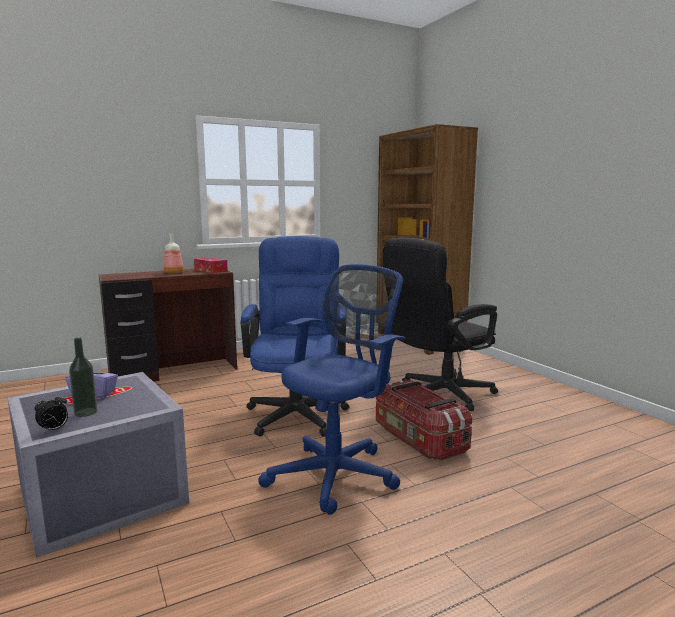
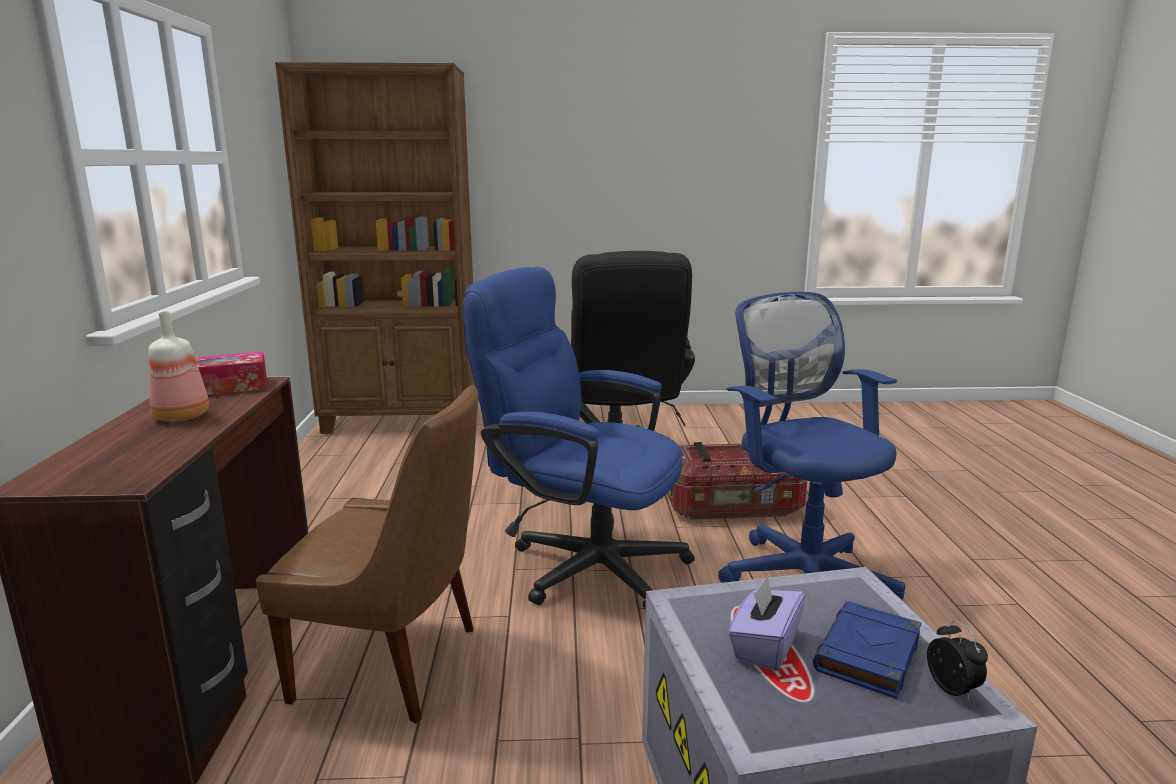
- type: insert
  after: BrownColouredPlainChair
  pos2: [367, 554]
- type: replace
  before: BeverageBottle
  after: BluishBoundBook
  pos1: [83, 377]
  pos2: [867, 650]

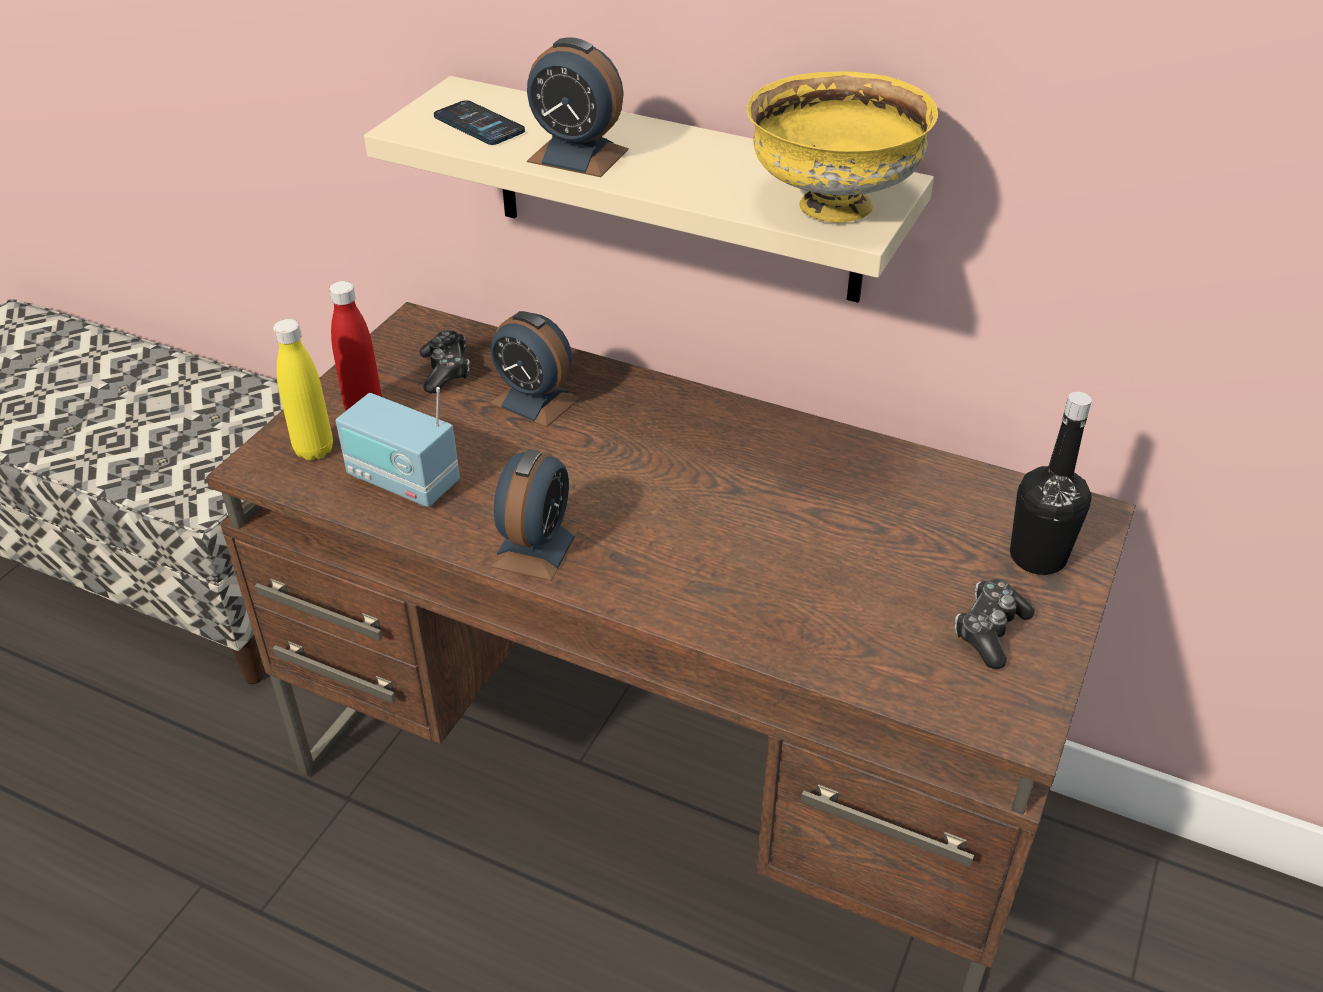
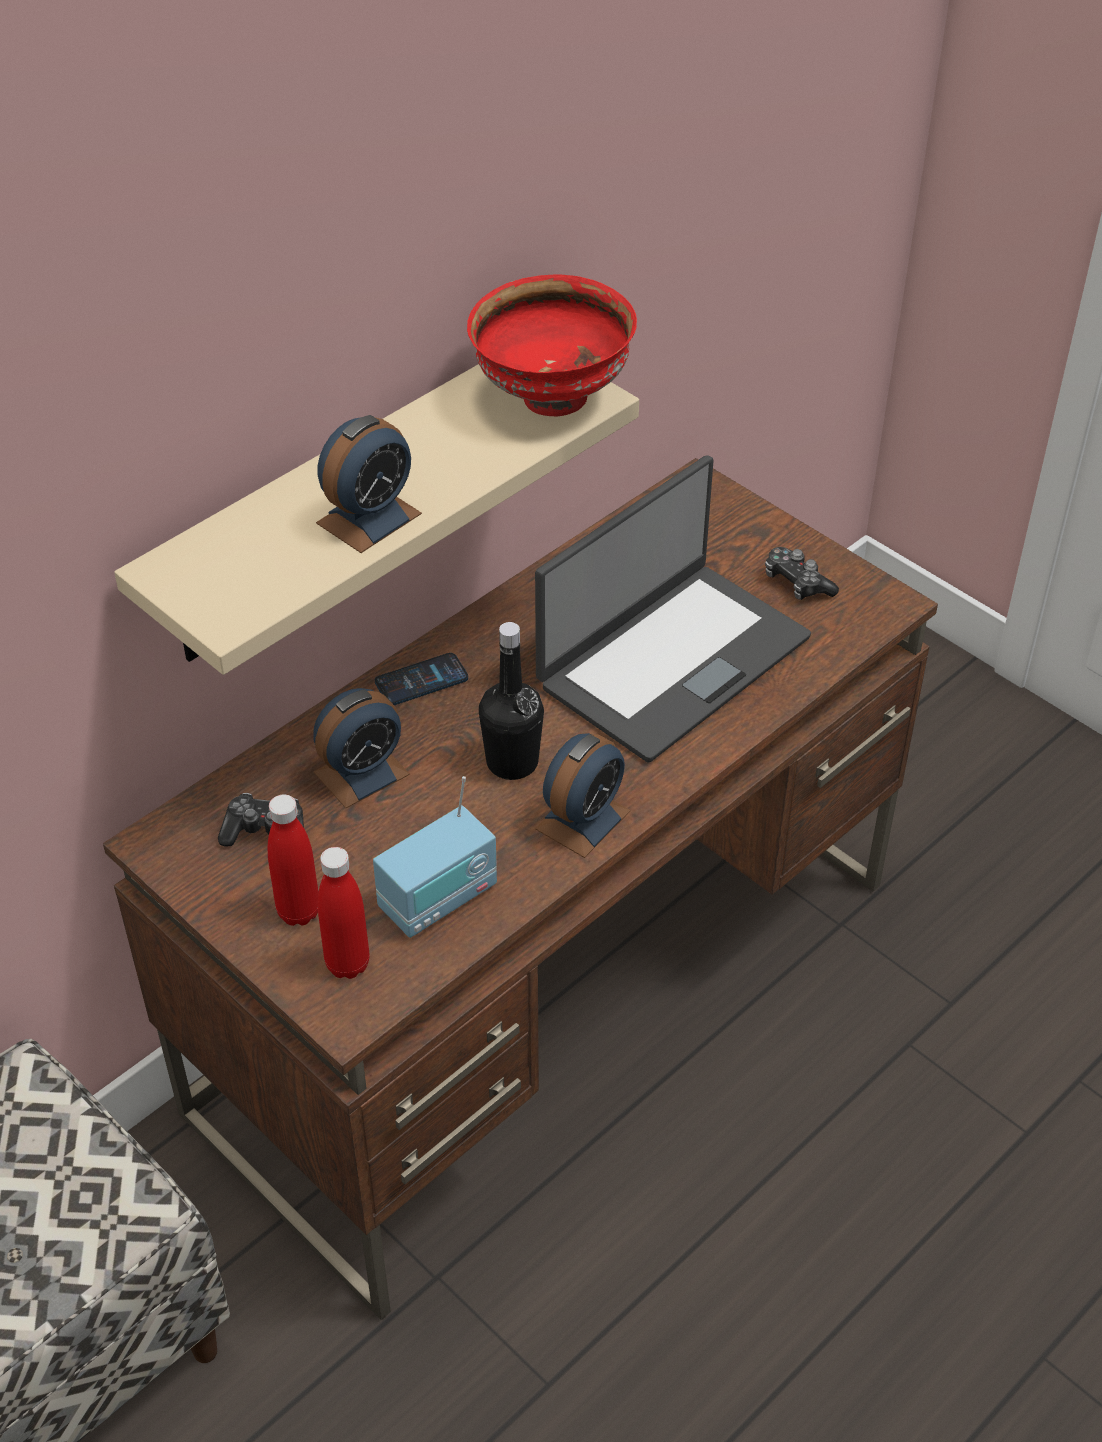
- type: insert
  after: NotebookComputer
  pos2: [673, 609]
- type: move
  before: Telephone
  pos1: [479, 122]
  pos2: [421, 679]
- type: move
  before: BlackBeverageBottle
  pos1: [1051, 483]
  pos2: [511, 701]
- type: recolor
  before: YellowishBeverageBottle
  after: ReddishBeverageBottle
  pos1: [303, 389]
  pos2: [343, 913]
- type: recolor
  before: YellowishBowl
  after: ReddishBowl
  pos1: [842, 146]
  pos2: [552, 345]
- type: rotate
  before: AlarmClock
  pos1: [535, 515]
  pos2: [583, 795]
  turn: 90

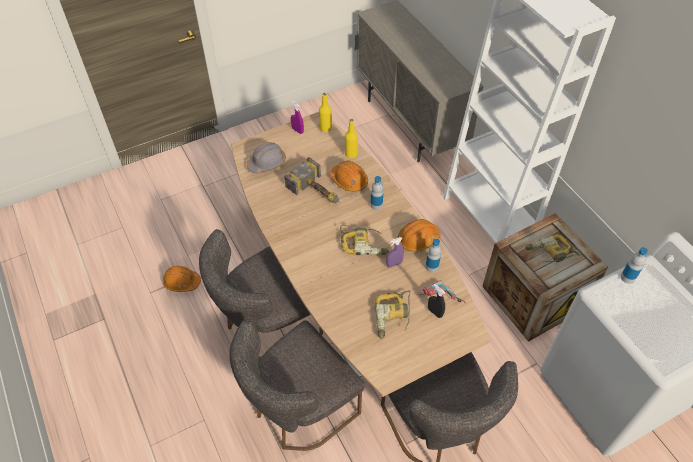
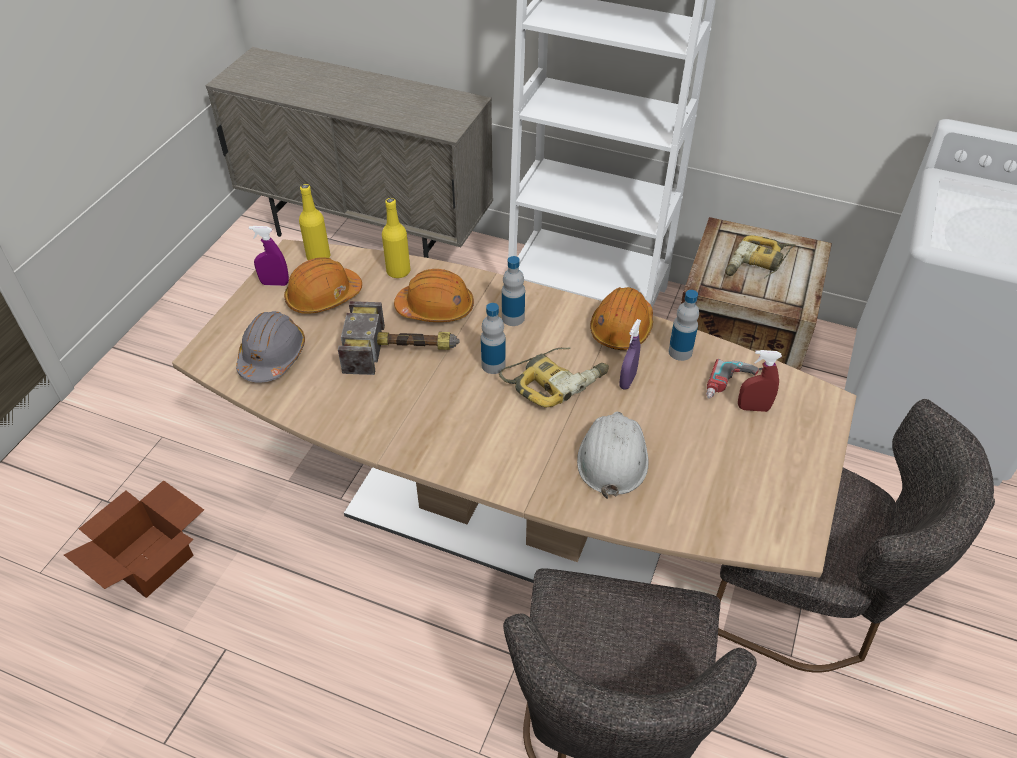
- type: delete
  before: GreyPlainChair
  pos1: [261, 294]
- type: delete
  before: PowerDrill
  pos1: [392, 314]
- type: insert
  after: Carton
  pos2: [134, 539]
- type: insert
  after: WhiteWorkHelmet
  pos2: [613, 455]
- type: move
  before: OrangeyWorkHelmet
  pos1: [182, 279]
  pos2: [323, 285]
- type: move
  before: BeverageBottle
  pos1: [634, 265]
  pos2: [493, 338]
- type: recolor
  before: BlackSprayer
  after: ReddishSprayer
  pos1: [436, 301]
  pos2: [760, 381]

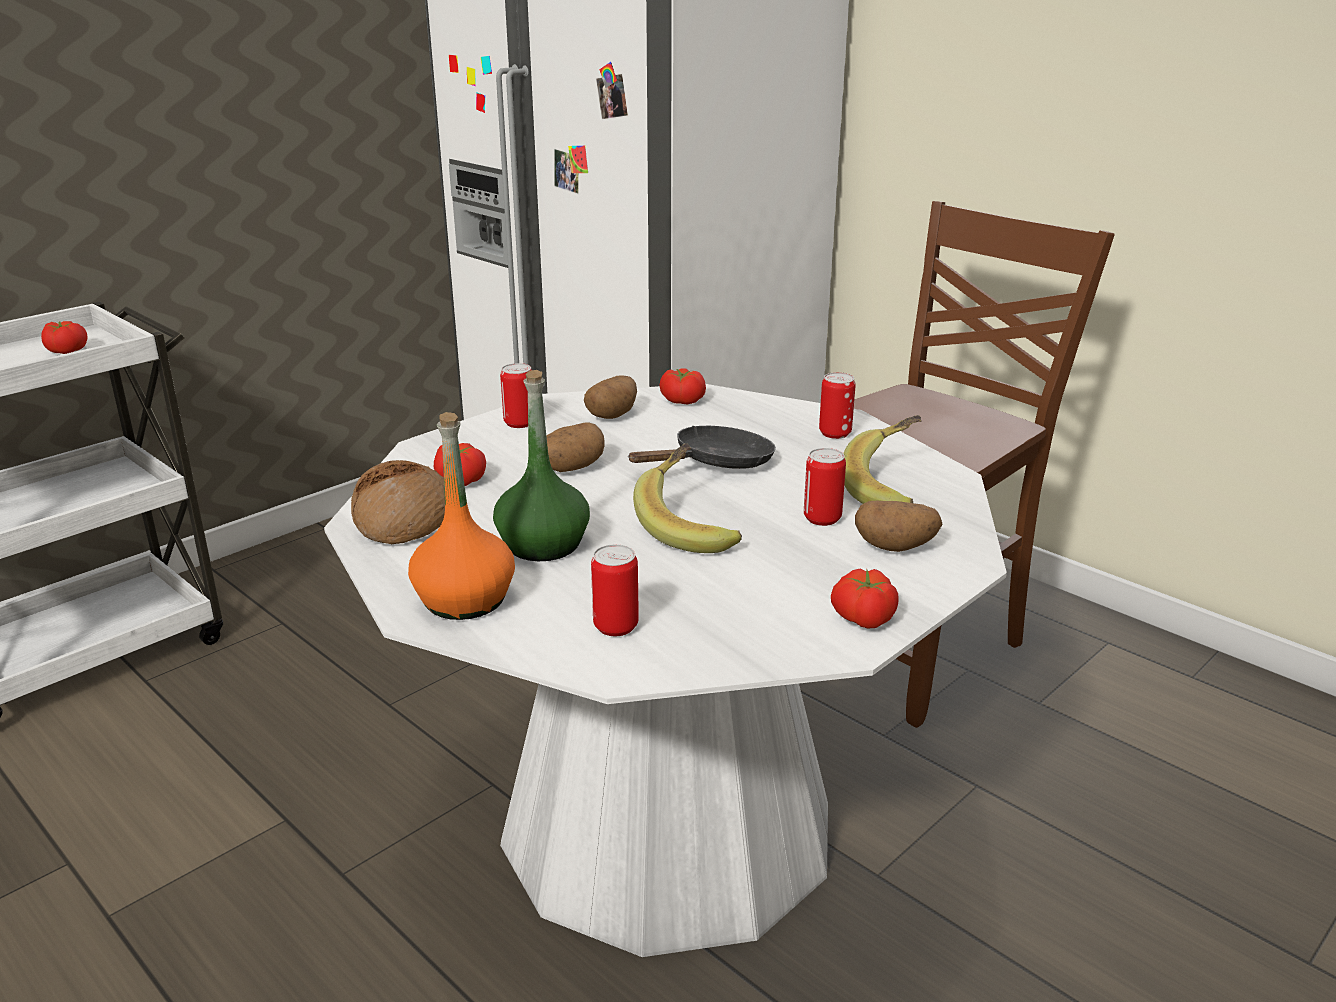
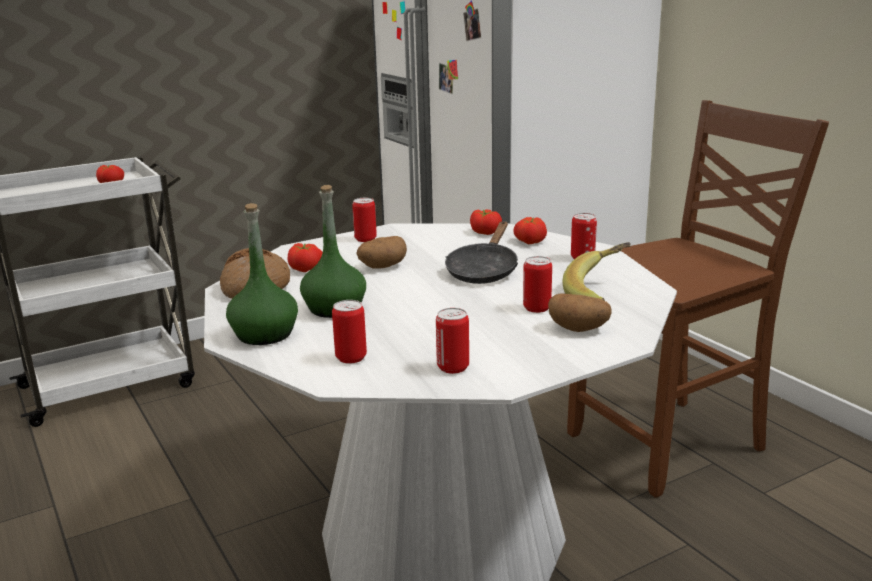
- type: delete
  before: WholePotato
  pos1: [610, 397]
- type: delete
  before: BananaFruit
  pos1: [687, 498]
- type: insert
  after: SealedCan
  pos2: [452, 341]
- type: move
  before: WholeTomato
  pos1: [865, 599]
  pos2: [530, 230]
- type: recolor
  before: OrangeyBeverageBottle
  after: GreenColouredBeverageBottle
  pos1: [461, 516]
  pos2: [262, 274]
- type: rotate
  before: BlackSkillet
  pos1: [702, 447]
  pos2: [481, 252]
  turn: 135

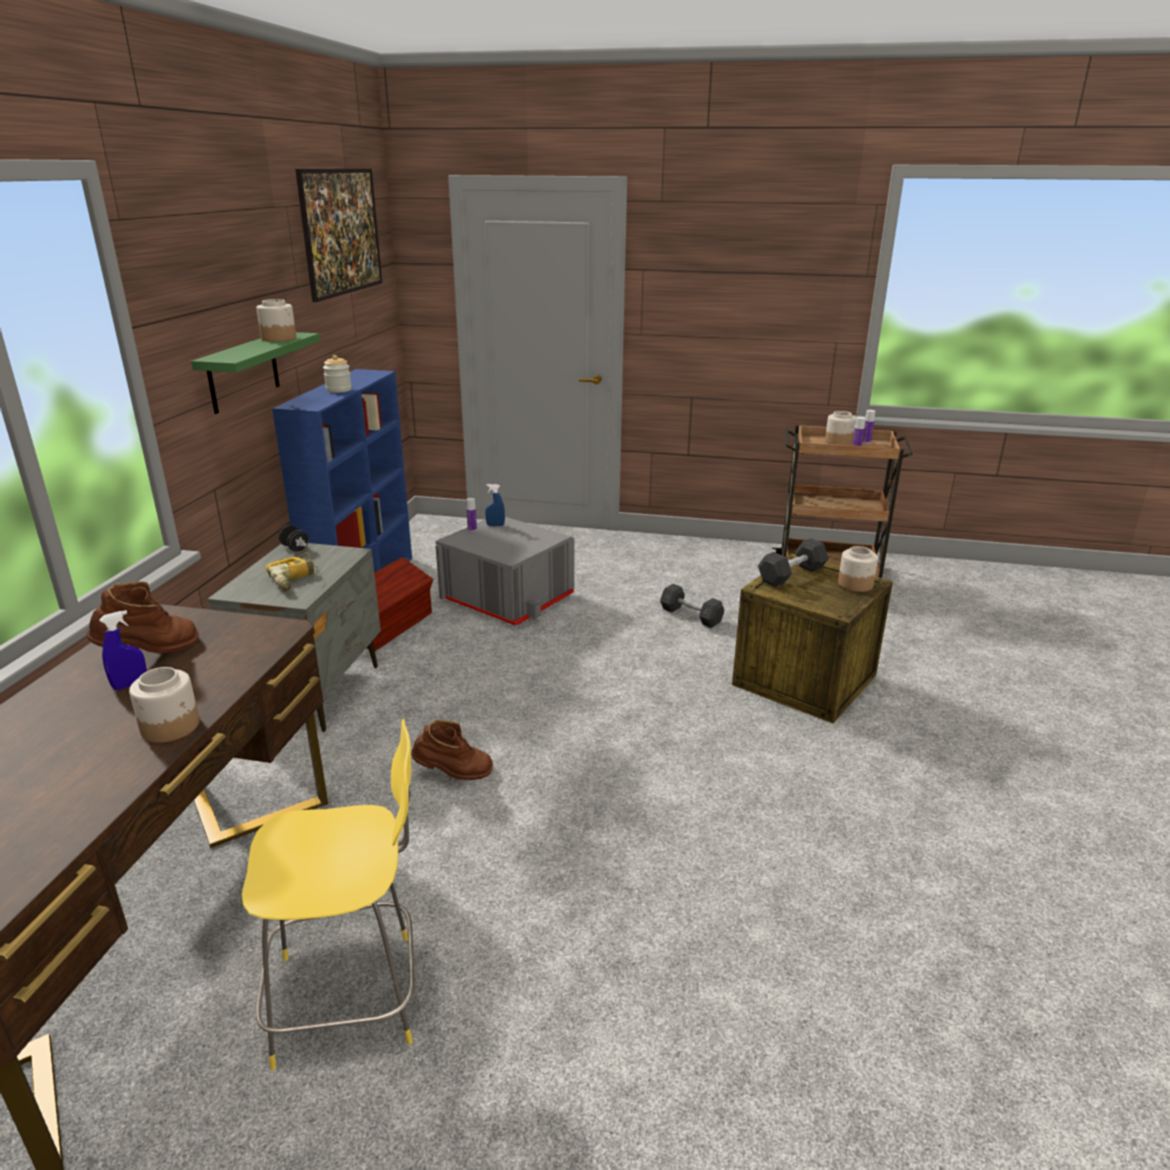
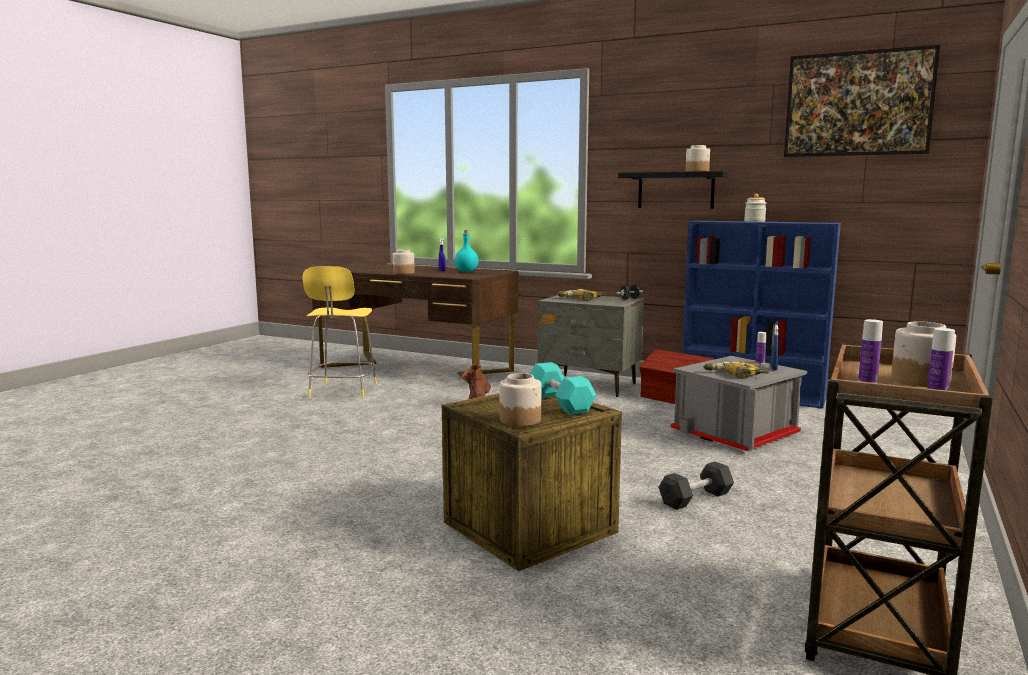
- type: insert
  after: PowerDrill
  pos2: [736, 370]
- type: replace
  before: BrownColouredHighTopBoot
  after: TurquoiseColouredBeverageBottle
  pos1: [142, 617]
  pos2: [467, 251]
- type: recolor
  before: GreenColouredShelf
  after: BlackShelf
  pos1: [255, 373]
  pos2: [673, 190]
- type: recolor
  before: GreyDumbbell
  after: TurquoiseColouredDumbbell
  pos1: [793, 562]
  pos2: [563, 388]

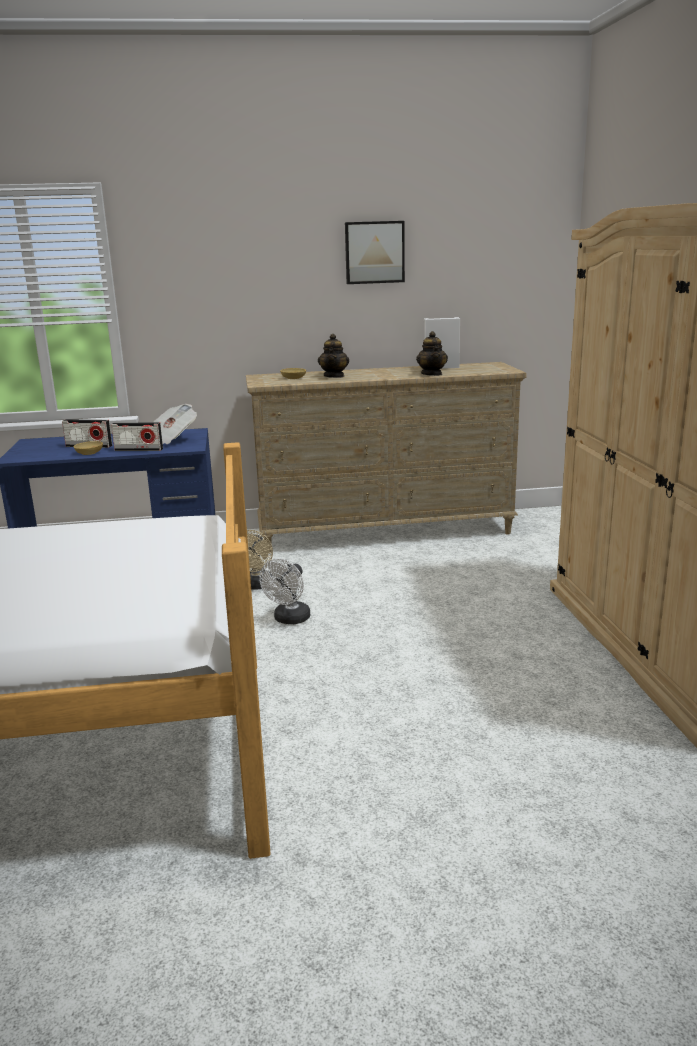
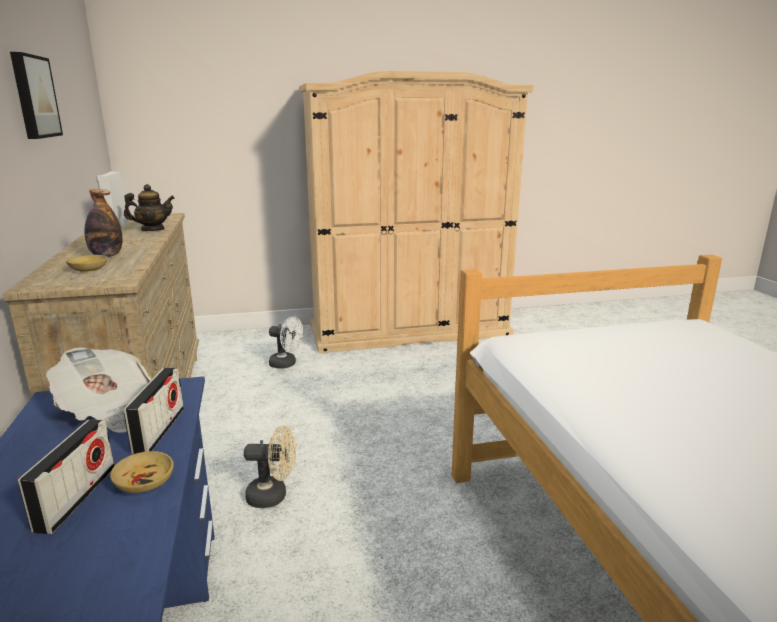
- type: move
  before: WhiteCoolingFan
  pos1: [284, 591]
  pos2: [286, 343]
- type: replace
  before: PotForTea
  after: BeverageBottle
  pos1: [333, 356]
  pos2: [103, 223]

